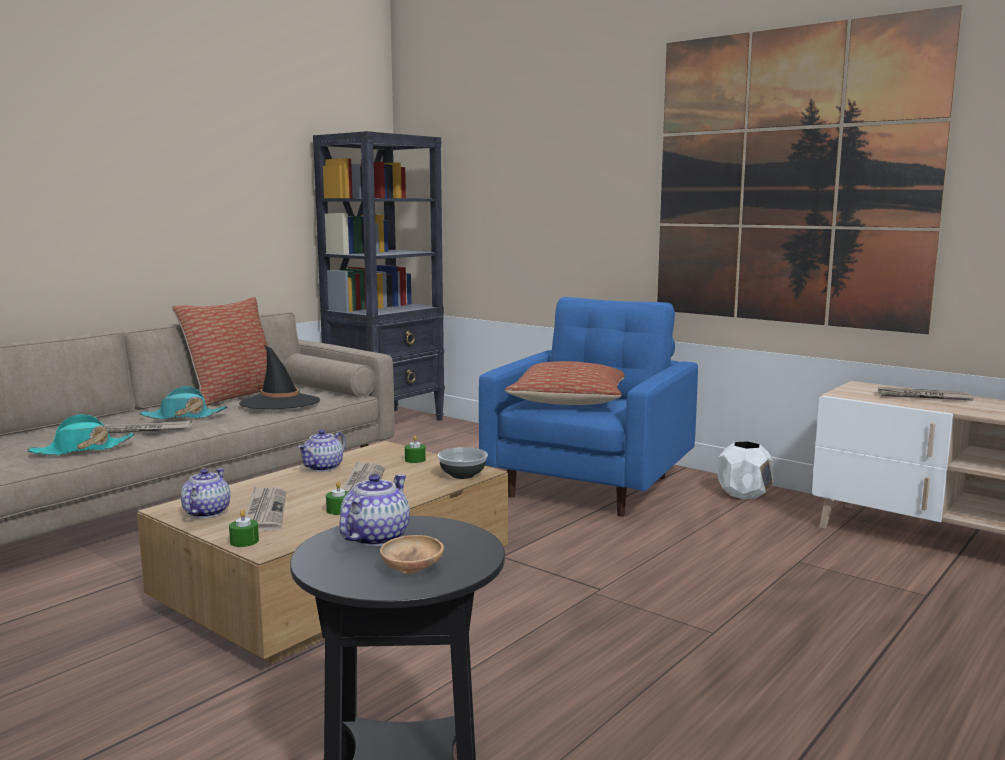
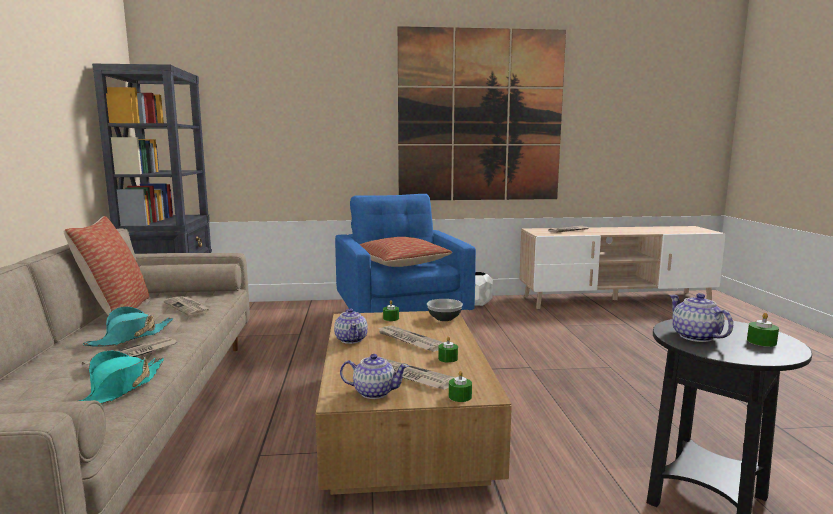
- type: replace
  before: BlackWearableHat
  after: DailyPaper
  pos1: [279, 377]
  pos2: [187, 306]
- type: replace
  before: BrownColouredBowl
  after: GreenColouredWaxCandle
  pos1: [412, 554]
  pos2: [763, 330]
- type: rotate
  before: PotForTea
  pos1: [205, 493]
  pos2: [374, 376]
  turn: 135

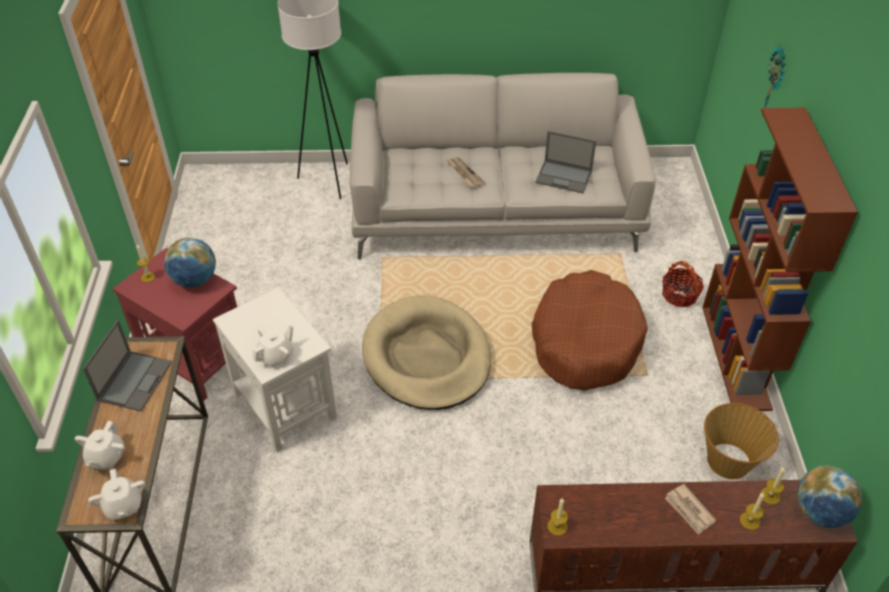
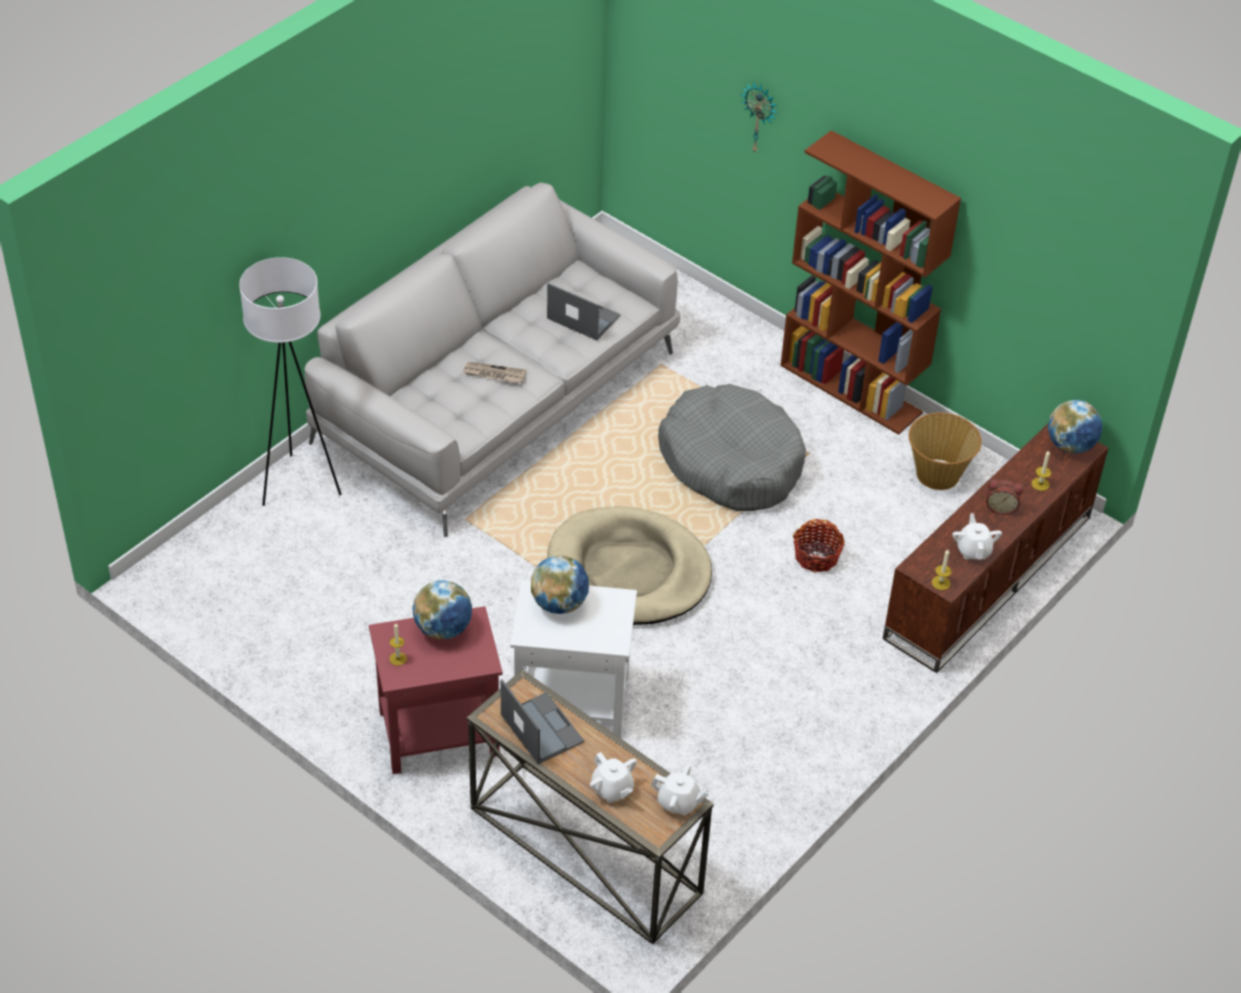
- type: delete
  before: WaxCandle
  pos1: [772, 486]
- type: insert
  after: Globe
  pos2: [560, 584]
- type: move
  before: WhitePotForTea
  pos1: [273, 346]
  pos2: [977, 536]
- type: move
  before: StorageBasket
  pos1: [683, 284]
  pos2: [819, 545]
- type: replace
  before: DailyPaper
  after: AlarmClock
  pos1: [690, 509]
  pos2: [1005, 496]
- type: recolor
  before: BrownColouredDogCushion
  after: GreyDogCushion
  pos1: [590, 330]
  pos2: [732, 447]
- type: rotate
  before: NotebookComputer
  pos1: [565, 162]
  pos2: [583, 311]
  turn: -120

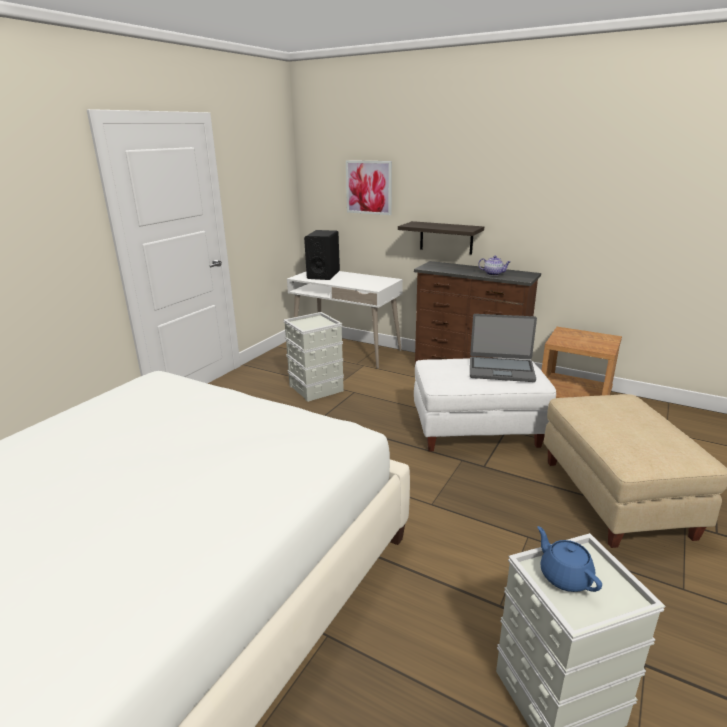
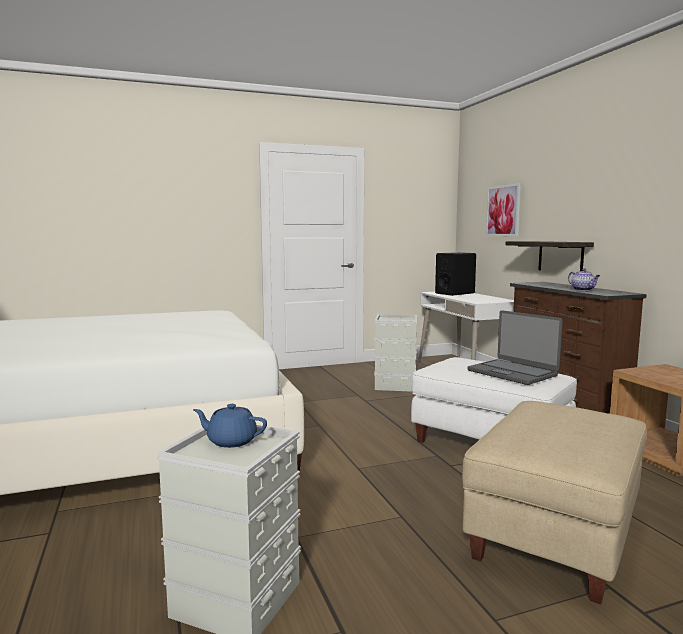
- type: rotate
  before: BluishPotForTea
  pos1: [569, 559]
  pos2: [230, 426]
  turn: -90

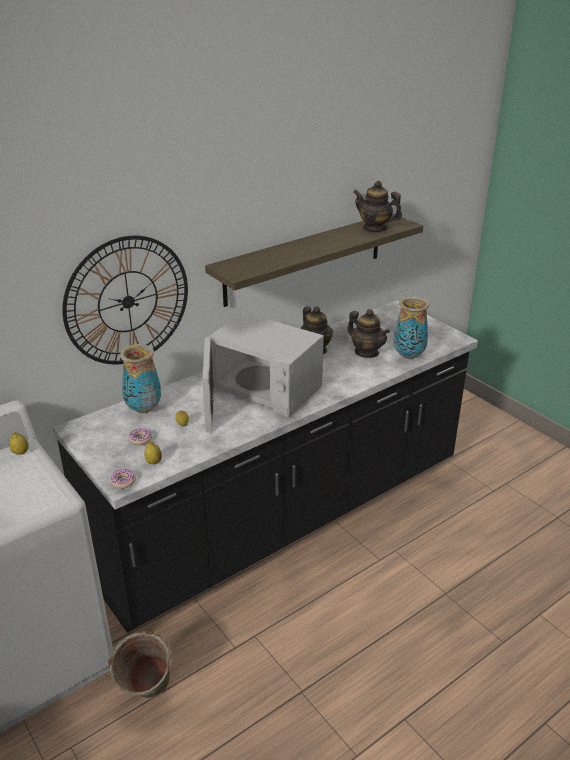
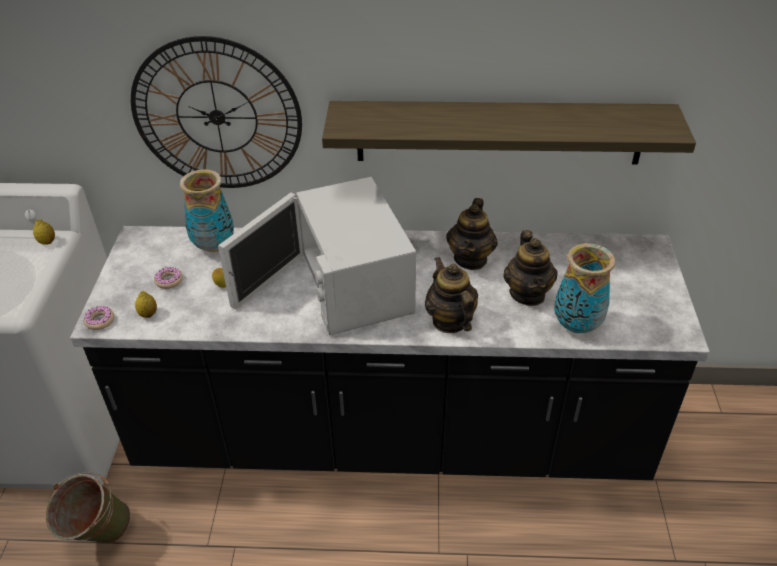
- type: move
  before: PotForTea
  pos1: [377, 207]
  pos2: [451, 295]

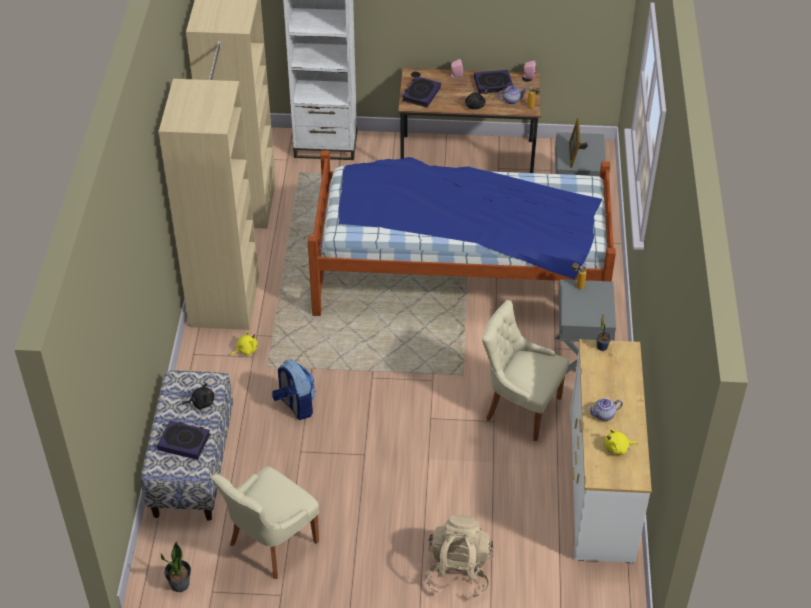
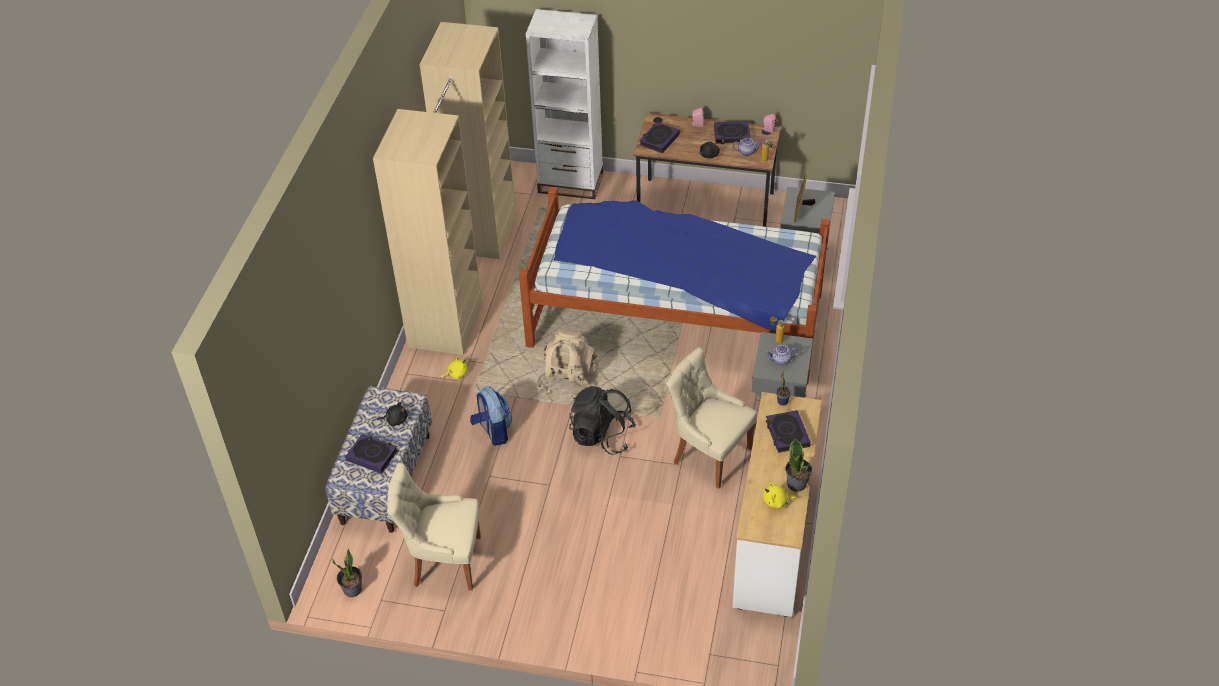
- type: insert
  after: BlackBackpack
  pos2: [602, 420]
- type: insert
  after: BoundBook
  pos2: [788, 431]
- type: insert
  after: PottedPlant
  pos2: [798, 465]
- type: move
  before: BeigeColouredBackpack
  pos1: [459, 557]
  pos2: [567, 365]
- type: move
  before: PotForTea
  pos1: [605, 409]
  pos2: [782, 355]
- type: rotate
  before: BeigeColouredPlainChair
  pos1: [265, 522]
  pos2: [434, 526]
  turn: 45

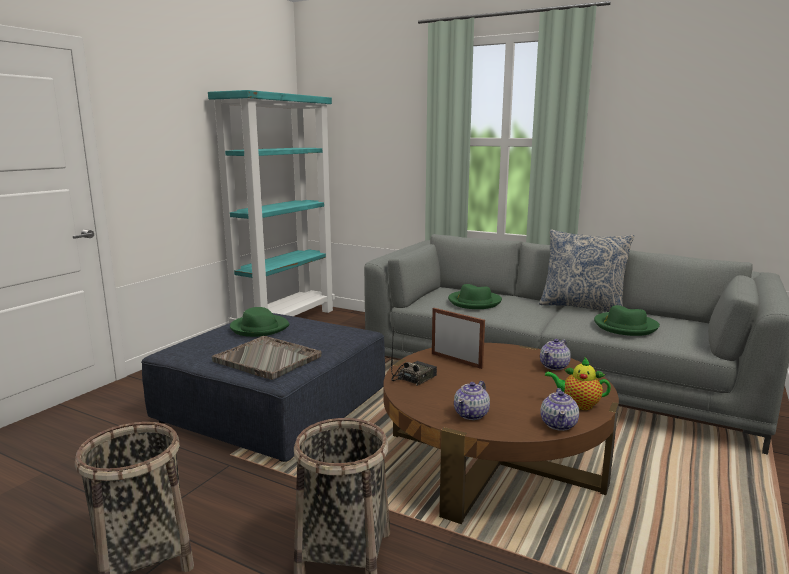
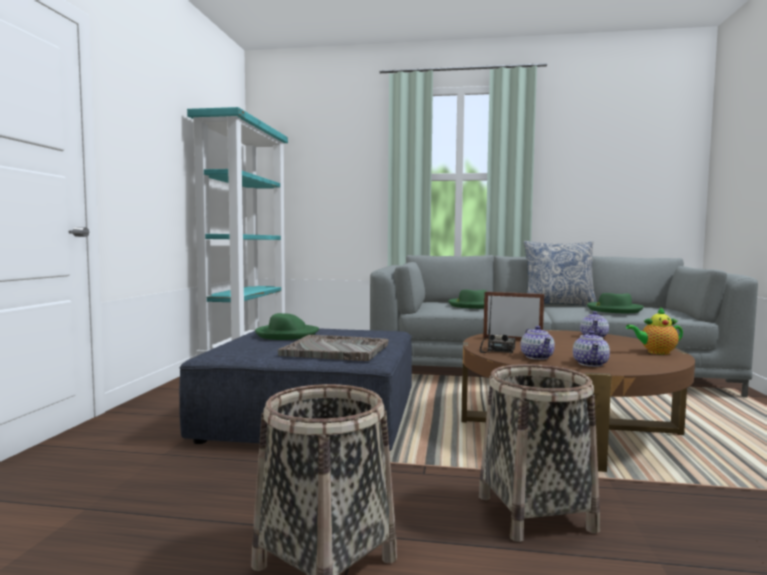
- type: move
  before: PotForTea
  pos1: [559, 409]
  pos2: [538, 343]

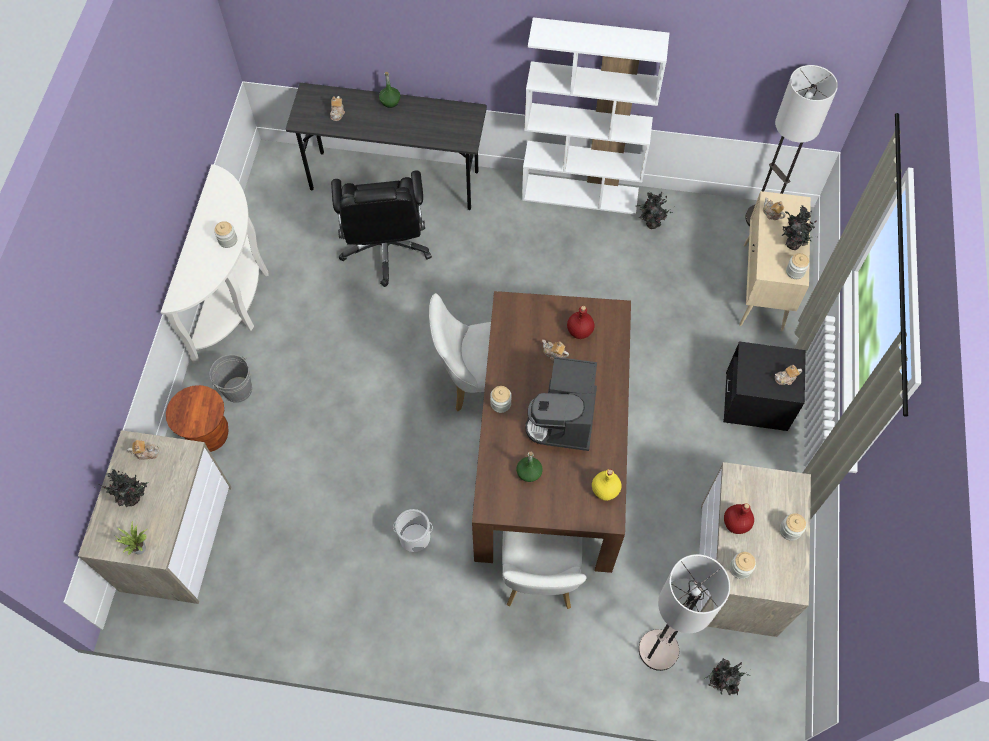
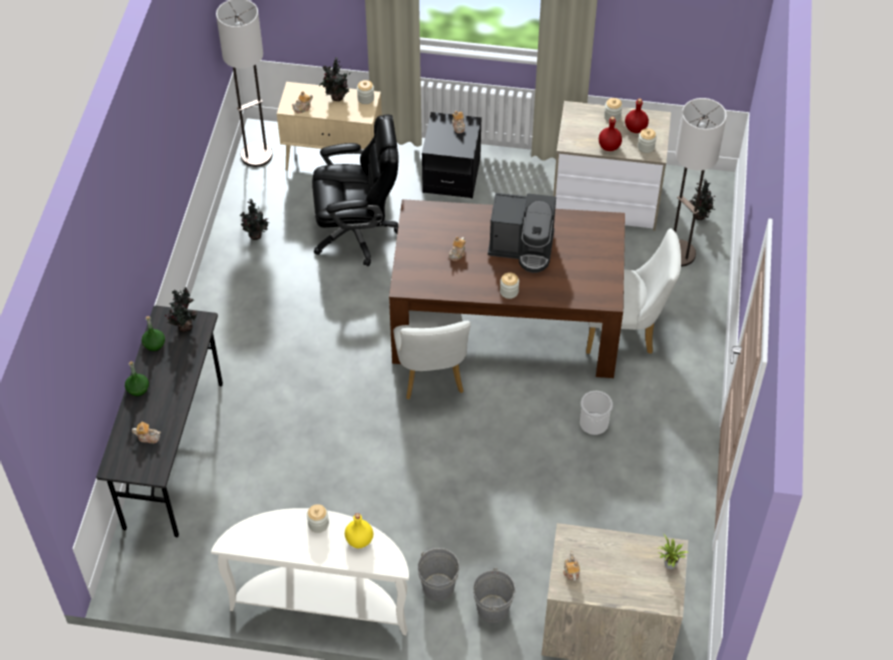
- type: delete
  before: WhiteShelvingUnit
  pos1: [595, 116]
- type: move
  before: PottedPlant
  pos1: [121, 488]
  pos2: [181, 309]
- type: move
  before: BlackOfficeChair
  pos1: [381, 228]
  pos2: [355, 190]
- type: move
  before: GreenColouredBeverageBottle
  pos1: [529, 466]
  pos2: [153, 333]
- type: move
  before: ReddishBeverageBottle
  pos1: [581, 322]
  pos2: [637, 115]
- type: move
  before: YellowishBeverageBottle
  pos1: [607, 485]
  pos2: [359, 530]
- type: replace
  before: BrownColouredStool
  after: GreyBucket
  pos1: [197, 418]
  pos2: [494, 595]

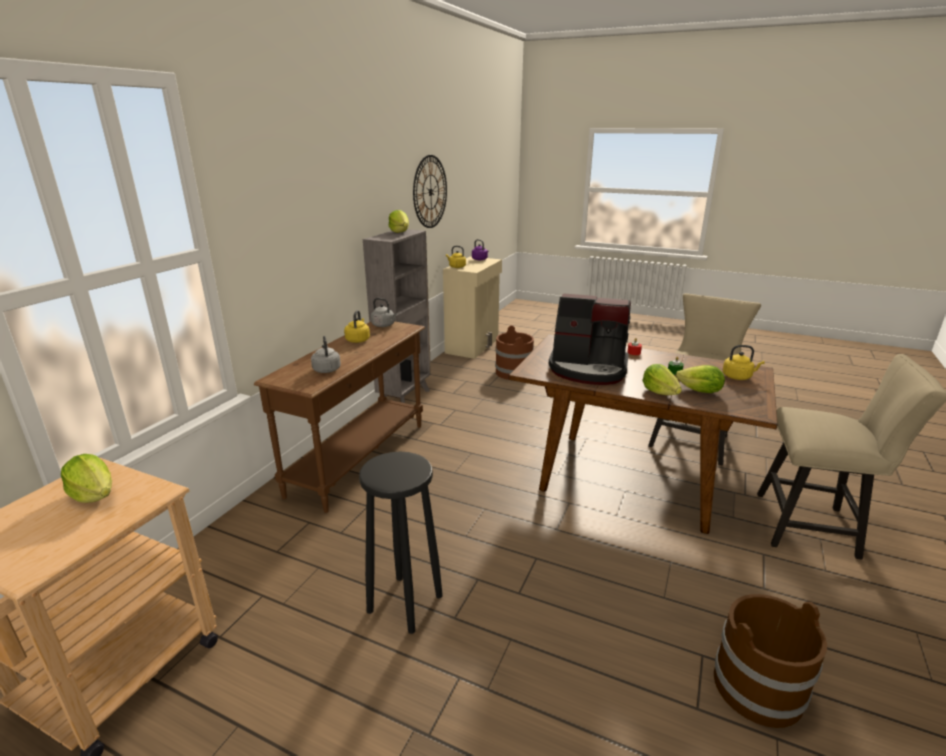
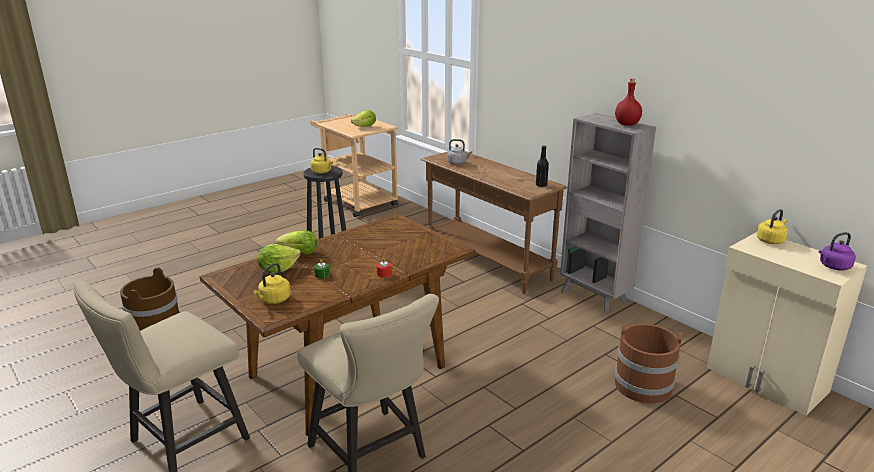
- type: delete
  before: HangingClock
  pos1: [430, 191]
- type: delete
  before: CoffeeMachine
  pos1: [590, 339]
- type: move
  before: YellowishWaterKettle
  pos1: [357, 326]
  pos2: [321, 160]
- type: replace
  before: GreyWaterKettle
  after: BlackBeverageBottle
  pos1: [384, 312]
  pos2: [542, 166]
- type: replace
  before: LettuceHead
  after: ReddishBeverageBottle
  pos1: [399, 221]
  pos2: [628, 102]

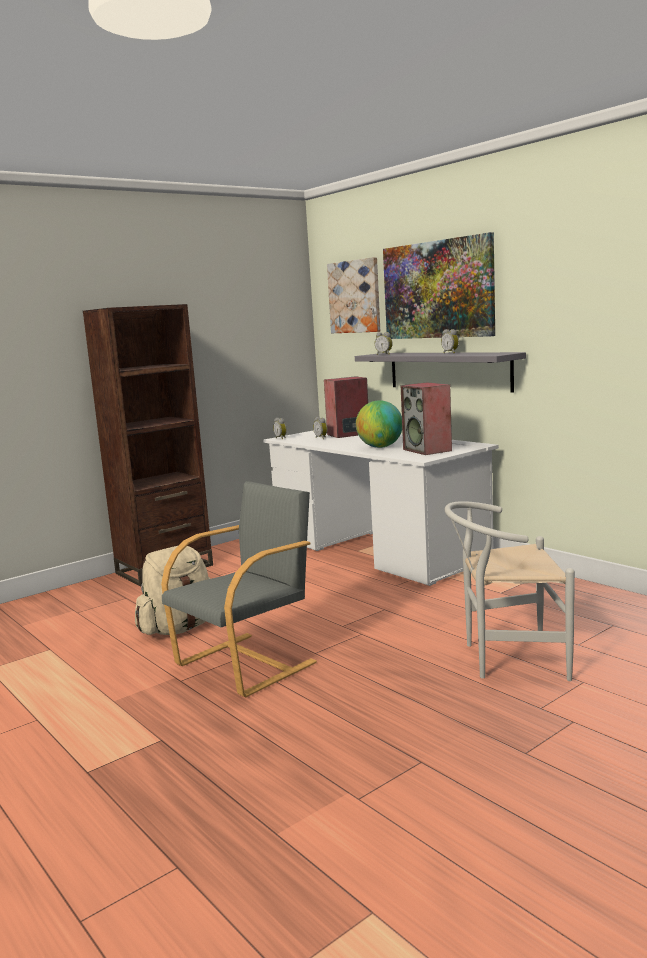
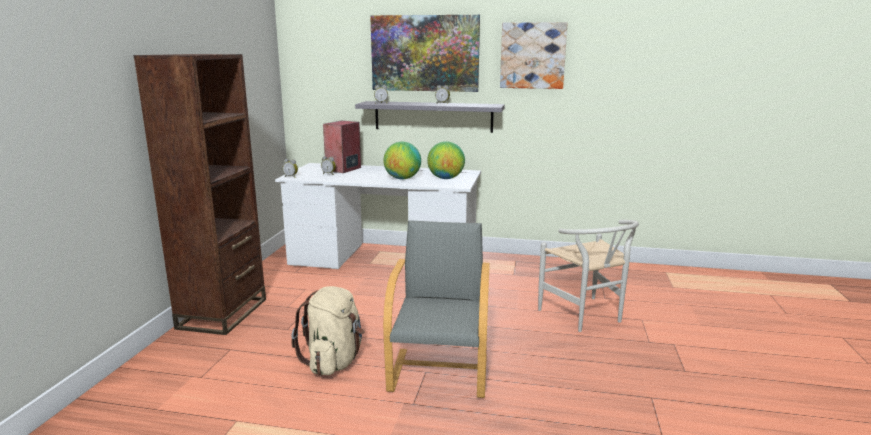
- type: move
  before: WallArt
  pos1: [353, 295]
  pos2: [534, 55]
- type: replace
  before: Speaker
  after: Globe
  pos1: [426, 418]
  pos2: [446, 160]
- type: rotate
  before: WhitePlainChair
  pos1: [510, 591]
  pos2: [588, 276]
  turn: -75

